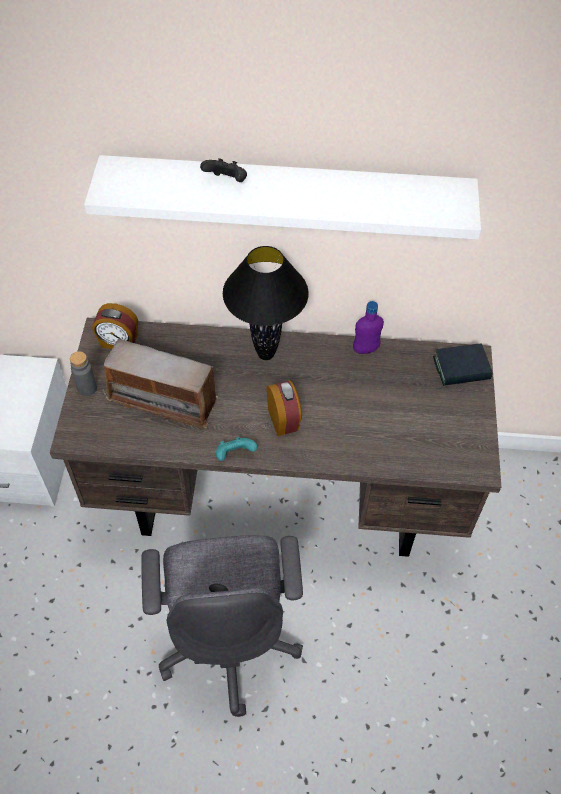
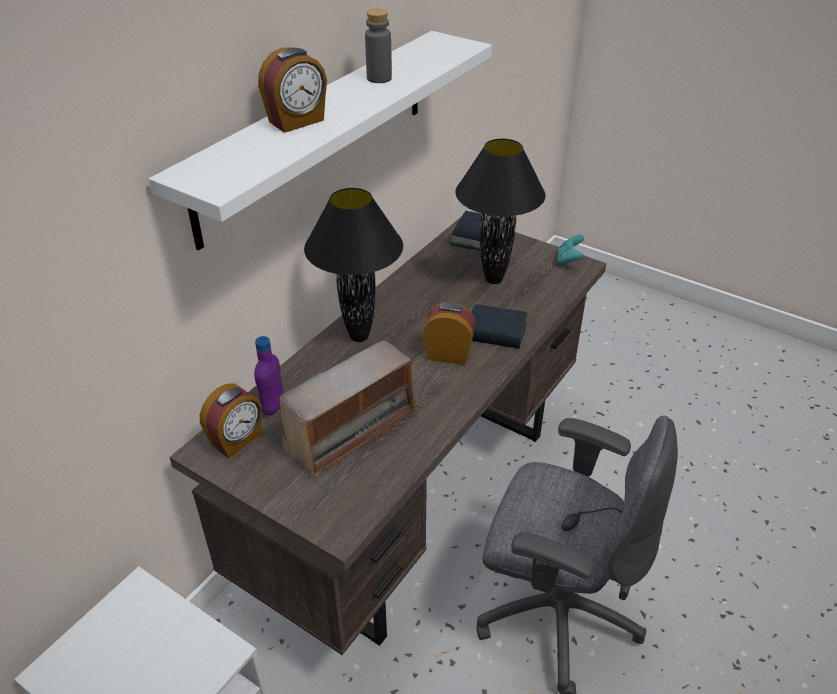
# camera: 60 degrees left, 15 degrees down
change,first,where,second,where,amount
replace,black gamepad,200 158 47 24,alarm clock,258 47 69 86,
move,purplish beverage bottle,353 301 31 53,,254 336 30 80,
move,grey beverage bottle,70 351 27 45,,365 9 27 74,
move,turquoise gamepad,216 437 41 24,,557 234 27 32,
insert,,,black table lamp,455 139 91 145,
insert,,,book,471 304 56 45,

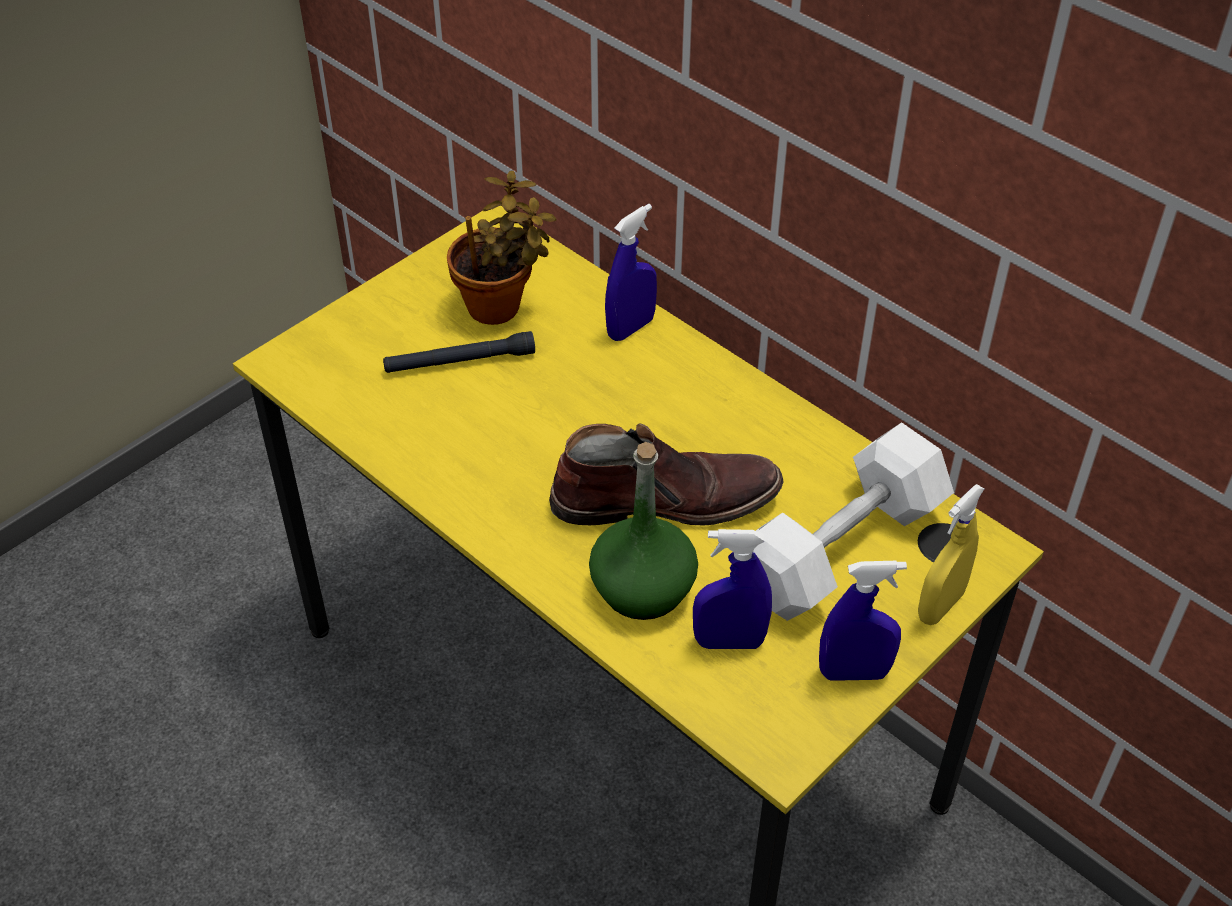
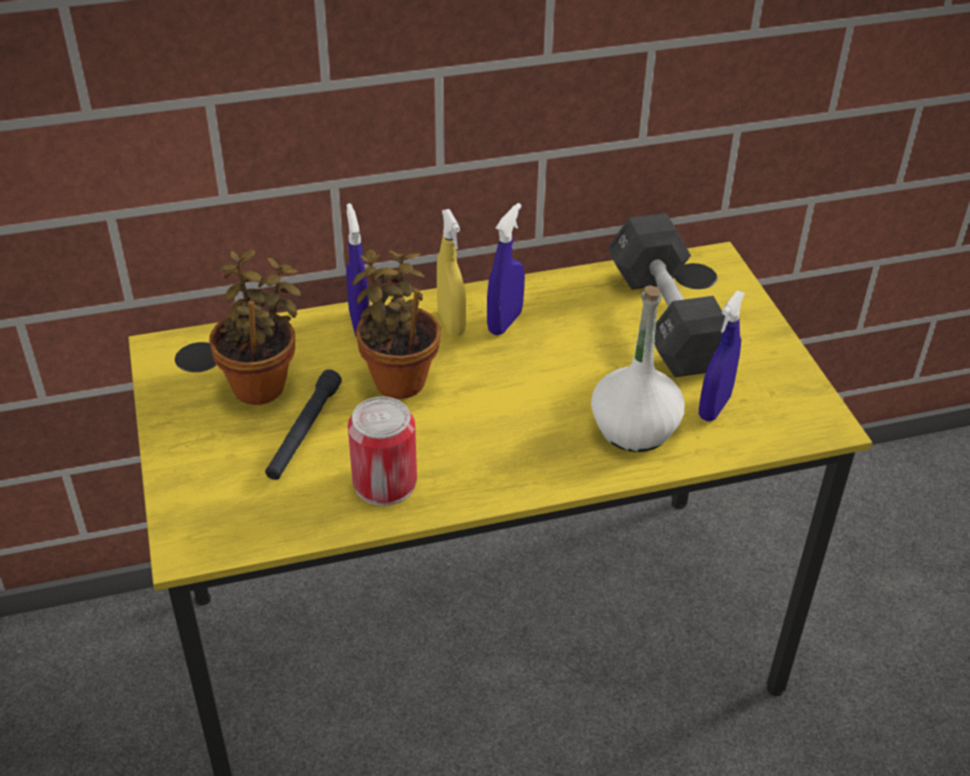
# camera: 60 degrees left, 5 degrees down
change,first,where,second,where,amount
recolor,white hand weight,753 422 201 199,black hand weight,608 213 117 164,
delete,brownish tall boot,549 424 234 101,,,
recolor,green beverage bottle,589 442 109 178,white beverage bottle,591 285 94 167,
move,yellow-coloured sprayer,918 484 66 141,,437 209 29 127,
move,blue-coloured sprayer,819 561 88 120,,487 203 38 132,
insert,,,plant in a pot,352 249 89 150,
insert,,,sealed can,348 397 69 109,

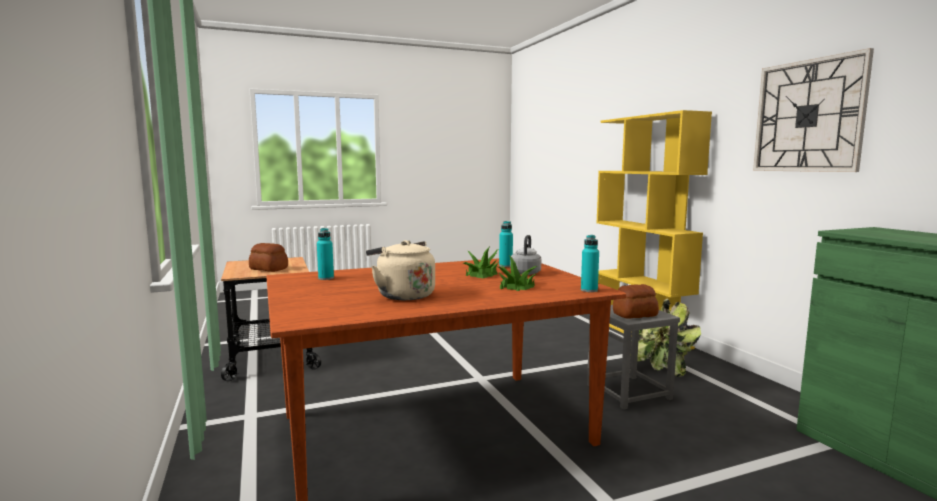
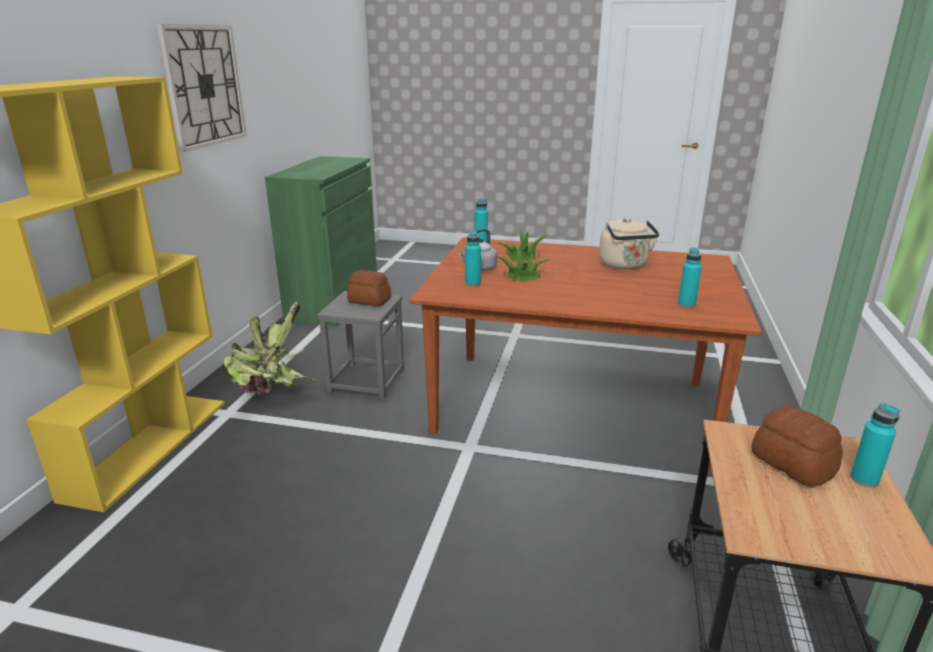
# camera: 145 degrees left, 15 degrees up
change,first,where,second,where,amount
insert,,,turquoise beverage bottle,850 403 50 84,

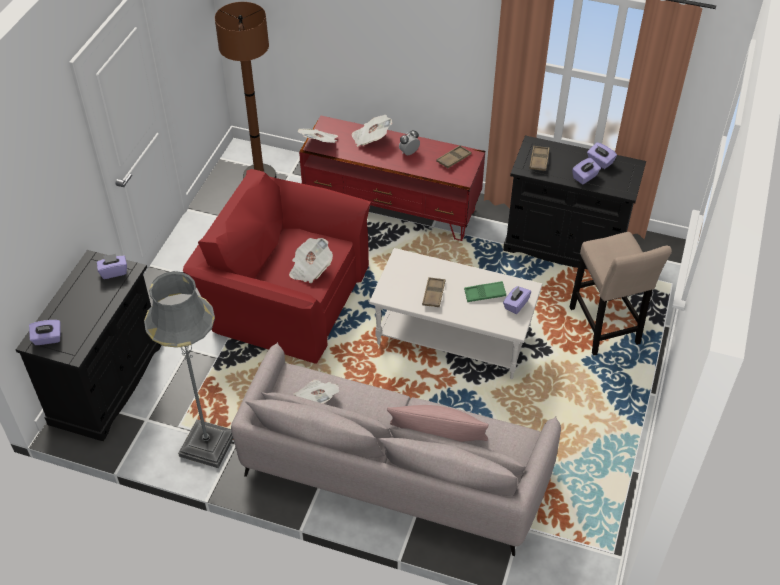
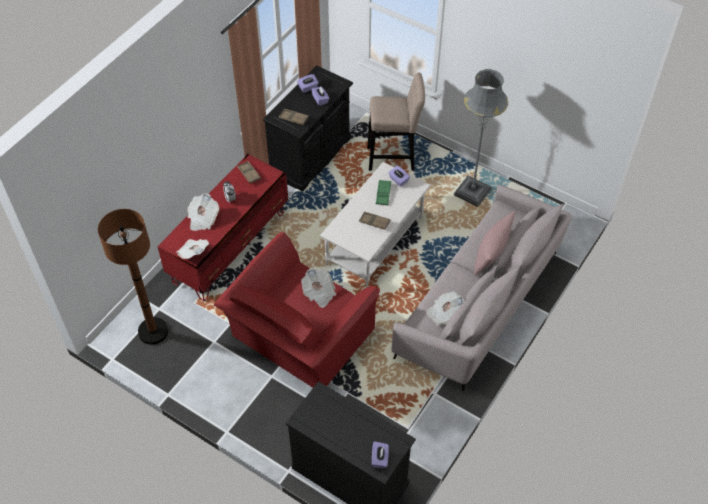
# camera: 75 degrees left, 5 degrees up
change,first,where,second,where,amount
delete,purplish tissue holder,97 254 30 25,,,
move,grey standard lamp,144 271 89 197,,454 69 54 138,

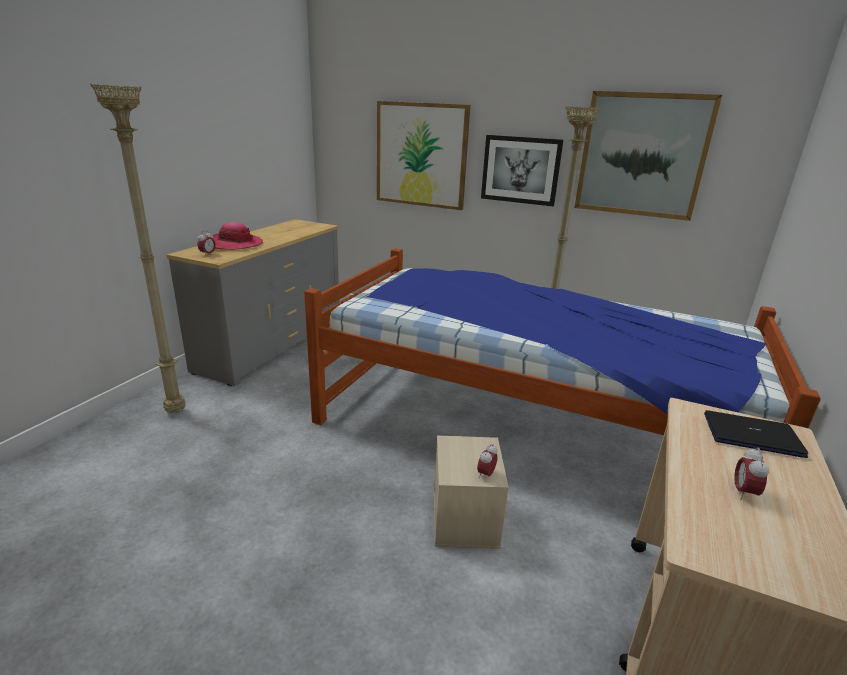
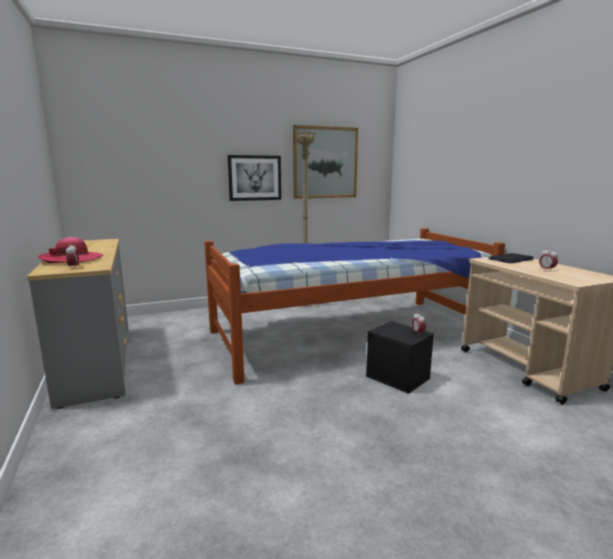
# camera: 45 degrees left, 10 degrees down
change,first,where,second,where,amount
delete,sand-coloured standard lamp,90 84 96 329,,,
delete,wall art,377 101 93 109,,,
recolor,sand-coloured storage bin,434 436 75 113,black storage bin,366 321 68 73,

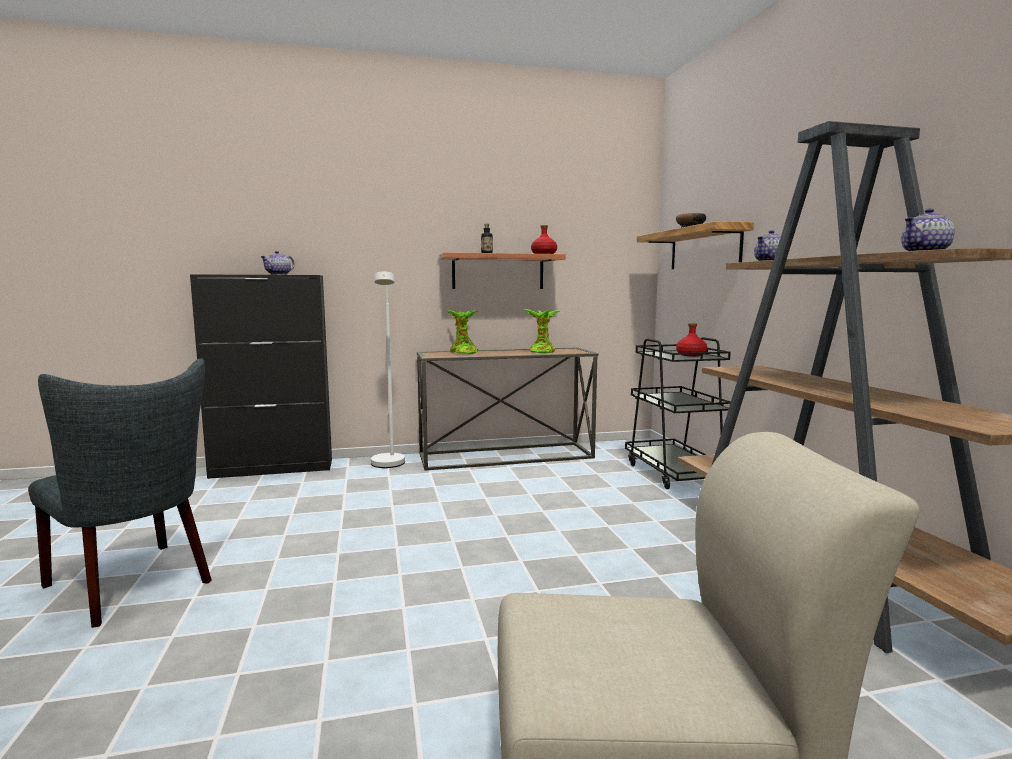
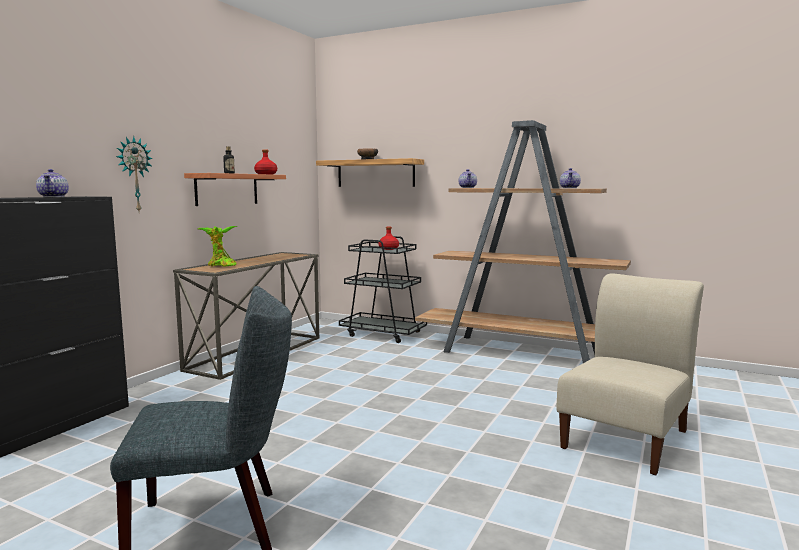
# camera: 50 degrees left, 0 degrees up
change,first,where,second,where,amount
delete,white standard lamp,371 272 34 196,,,
delete,plant in a pot,524 309 36 44,,,
insert,,,hanging clock,116 136 37 75,

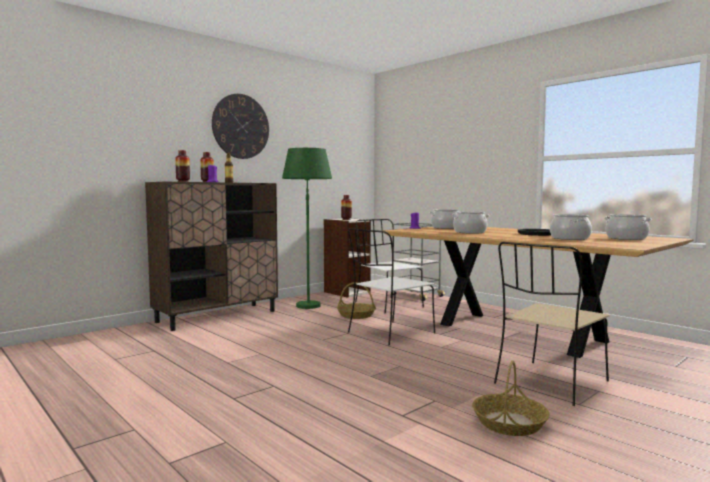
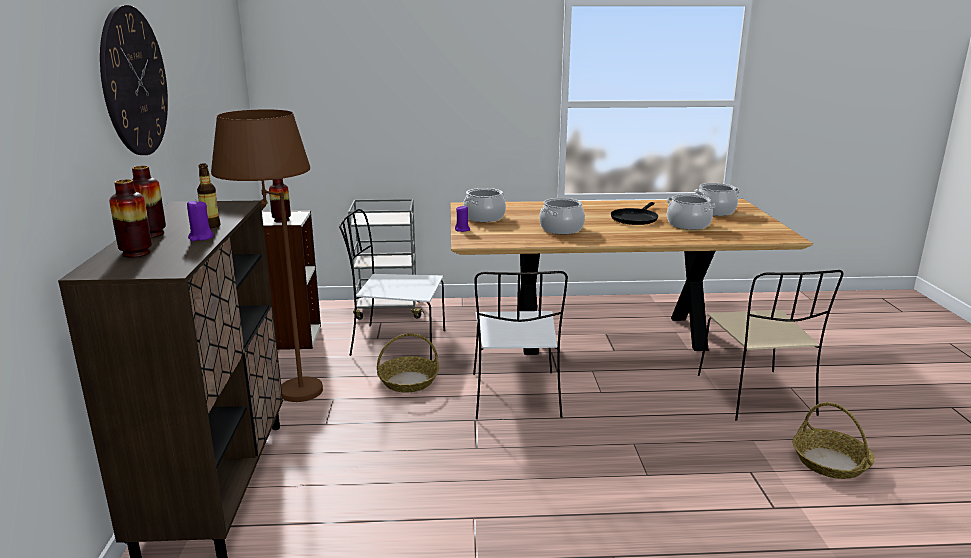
# camera: 50 degrees left, 15 degrees up
change,first,where,second,where,amount
recolor,green standard lamp,282 148 50 161,brownish standard lamp,211 109 112 293,

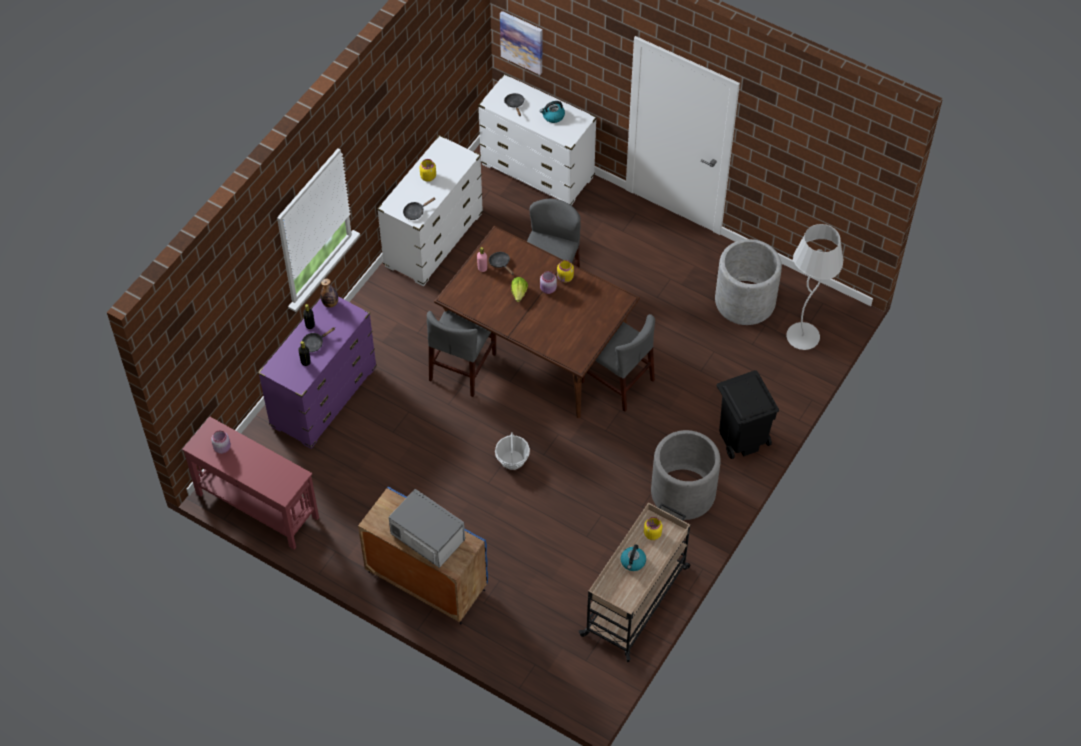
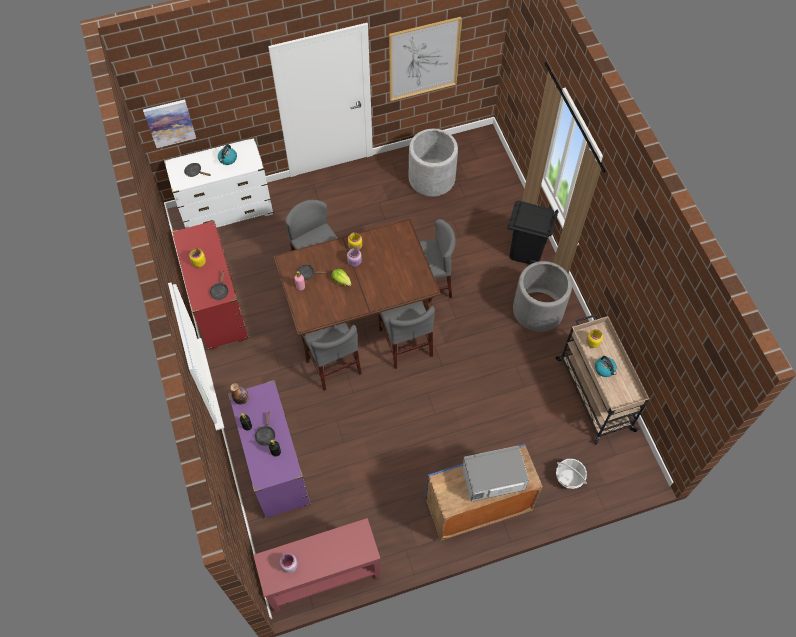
# camera: 50 degrees left, 5 degrees up
change,first,where,second,where,amount
recolor,white drawer chest,377 135 106 151,reddish drawer chest,172 220 77 130,
delete,white standard lamp,786 224 57 126,,,
move,household basket,495 432 35 38,,556 459 31 30,
insert,,,wall art,389 17 73 84,
insert,,,grey upright chair,378 301 57 68,

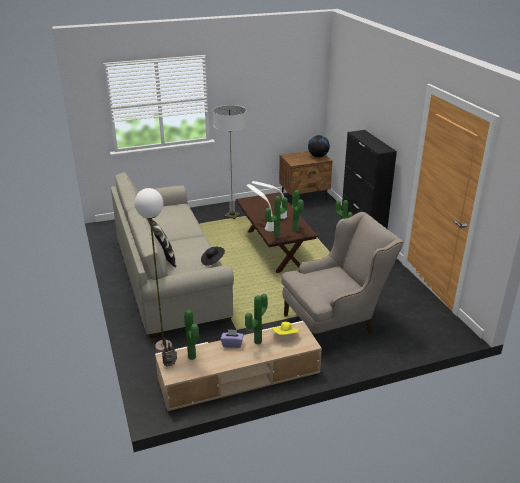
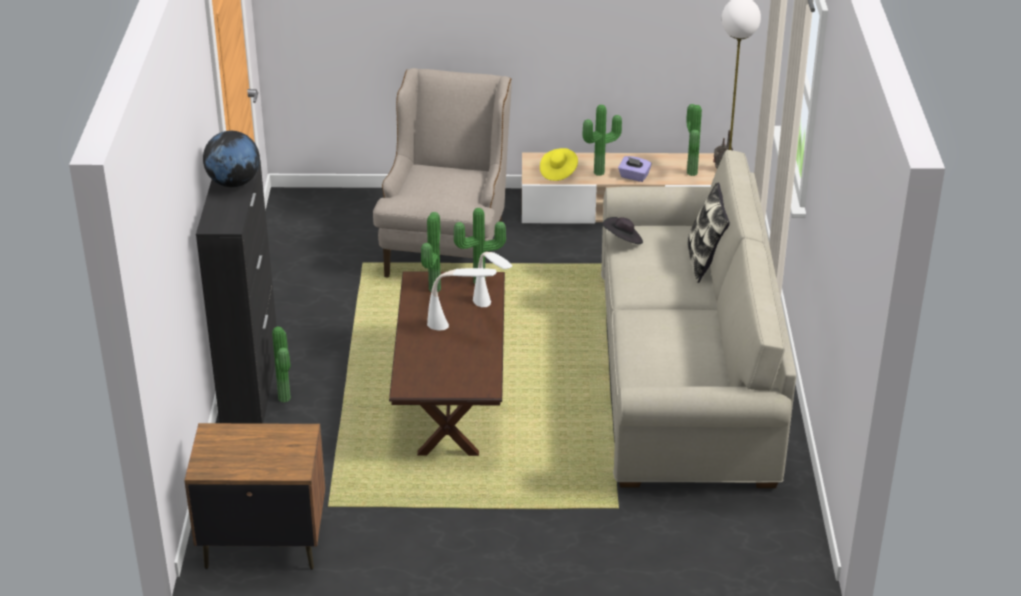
# camera: 160 degrees left, 5 degrees up
change,first,where,second,where,amount
delete,standard lamp,213 105 34 114,,,
move,desk globe,308 135 22 22,,203 131 57 56,
rotate,sand-coloured lounge chair,281 212 123 128,,373 68 139 210,105 degrees clockwise

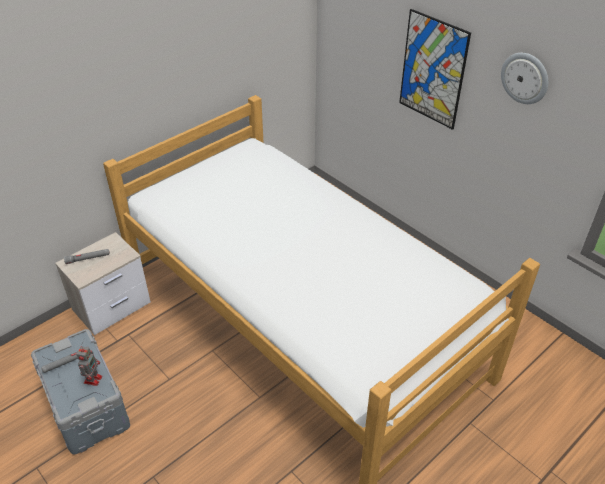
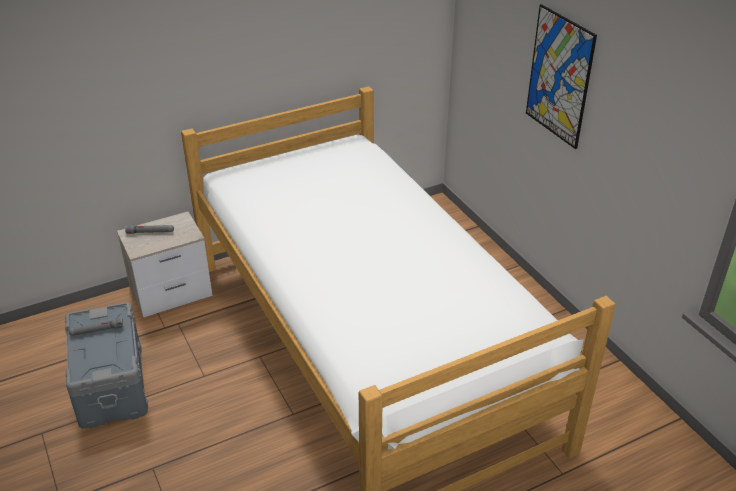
# camera: 15 degrees right, 5 degrees down
change,first,where,second,where,amount
delete,hanging clock,501 53 47 51,,,
delete,robot figure,76 346 26 40,,,

